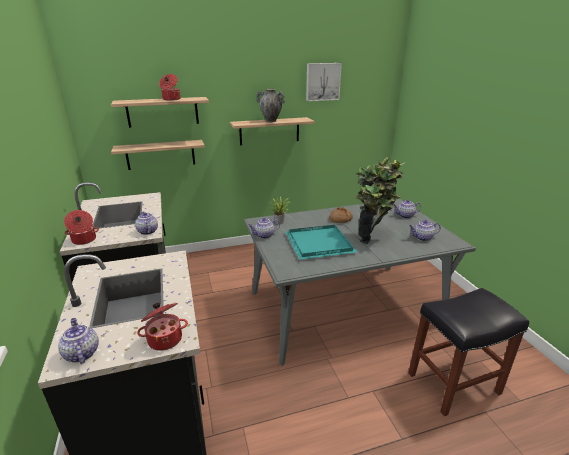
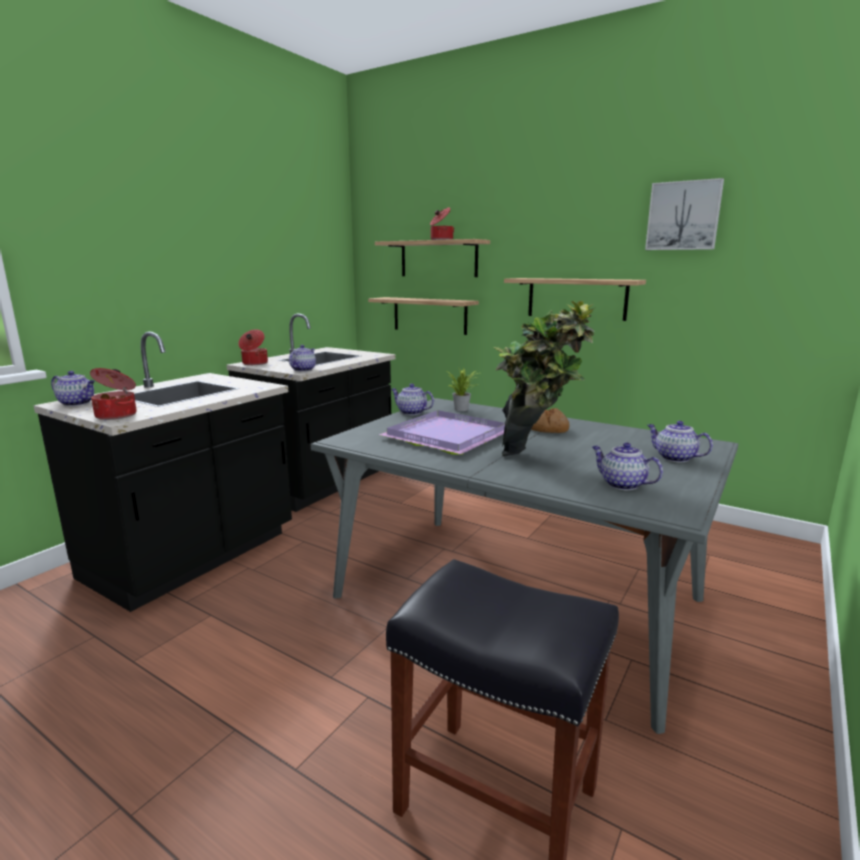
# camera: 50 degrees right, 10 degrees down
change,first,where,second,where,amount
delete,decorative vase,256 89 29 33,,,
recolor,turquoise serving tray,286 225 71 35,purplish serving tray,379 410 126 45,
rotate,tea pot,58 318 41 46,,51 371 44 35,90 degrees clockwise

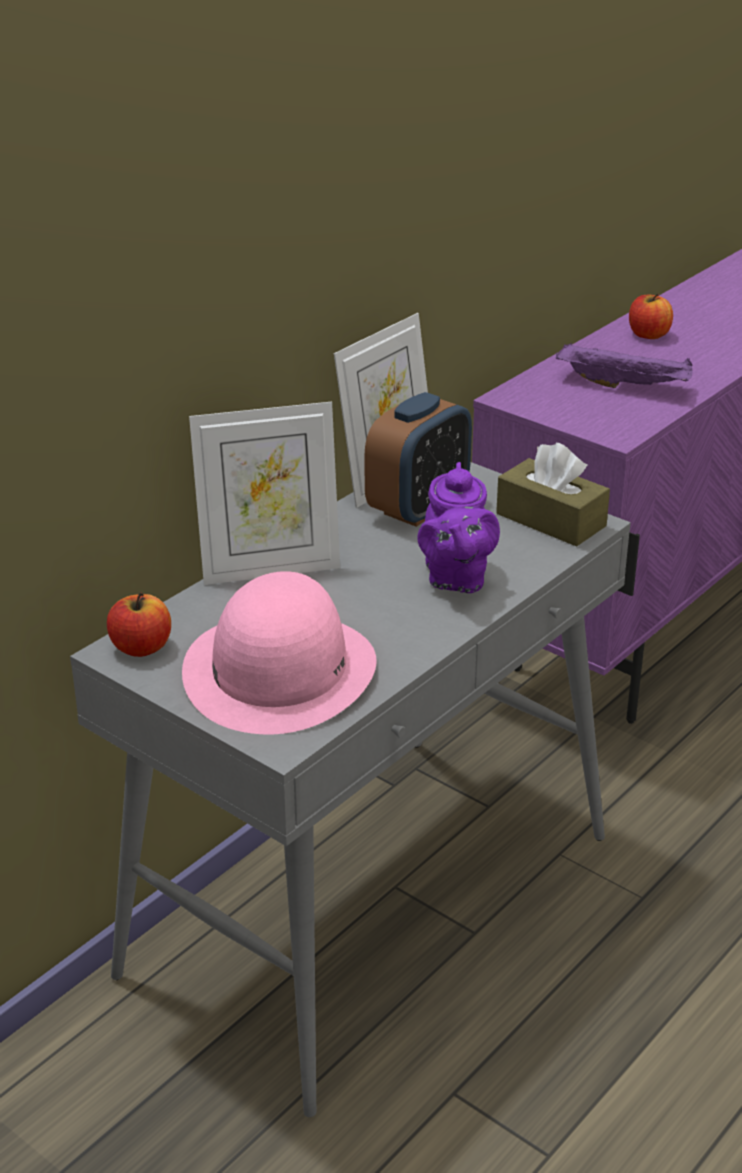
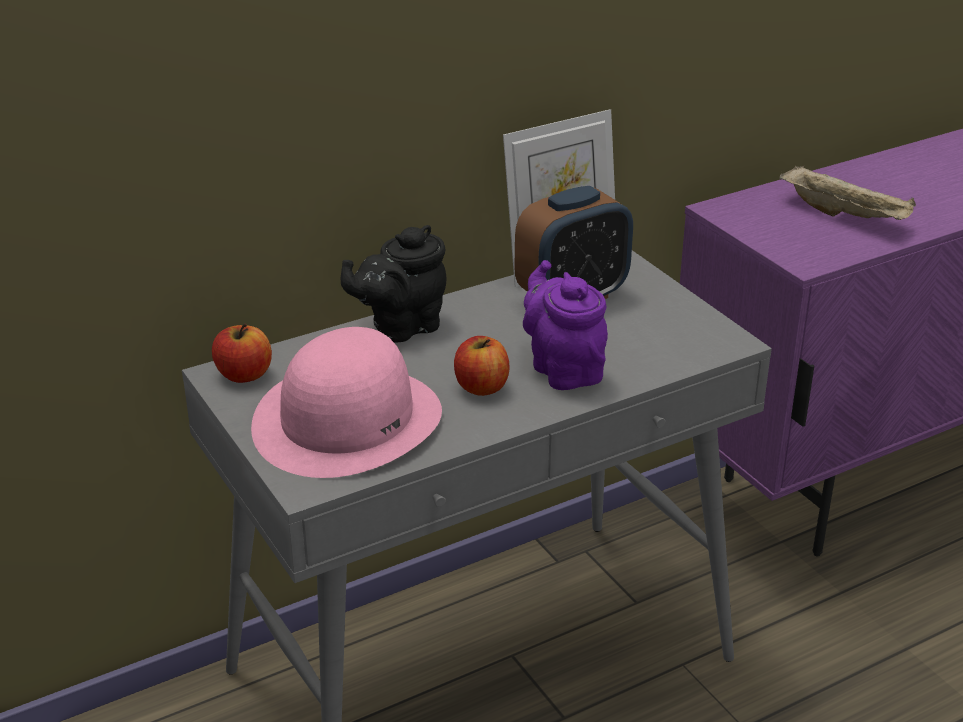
# camera: 20 degrees right, 0 degrees up
change,first,where,second,where,amount
move,apple fruit,629 293 44 46,,454 336 55 60,
recolor,purplish serving tray,556 343 137 45,sand-coloured serving tray,779 165 137 55,
replace,picture frame,189 402 151 183,black tea pot,341 225 105 117,
delete,brownish tissue holder,496 443 114 104,,,
rotate,purplish tea pot,417 462 83 131,,523 260 85 130,135 degrees clockwise

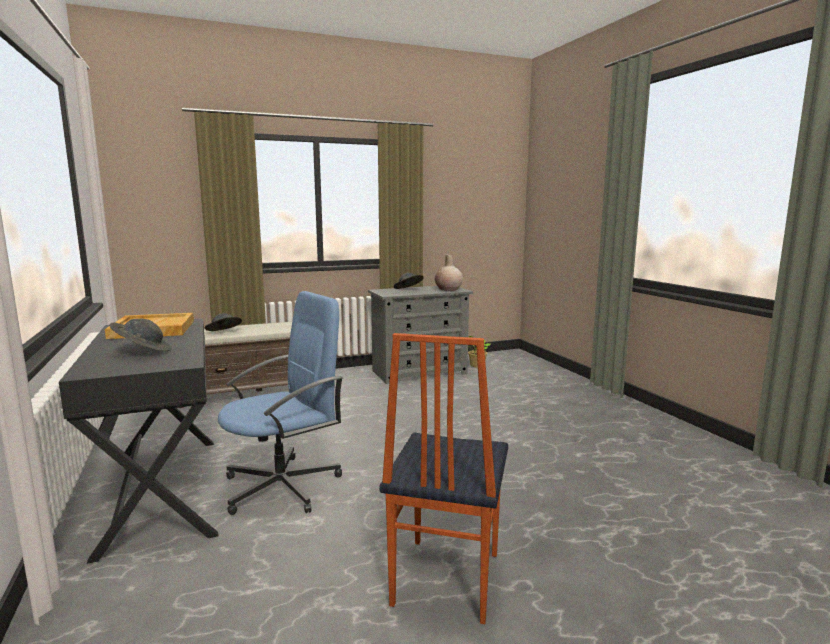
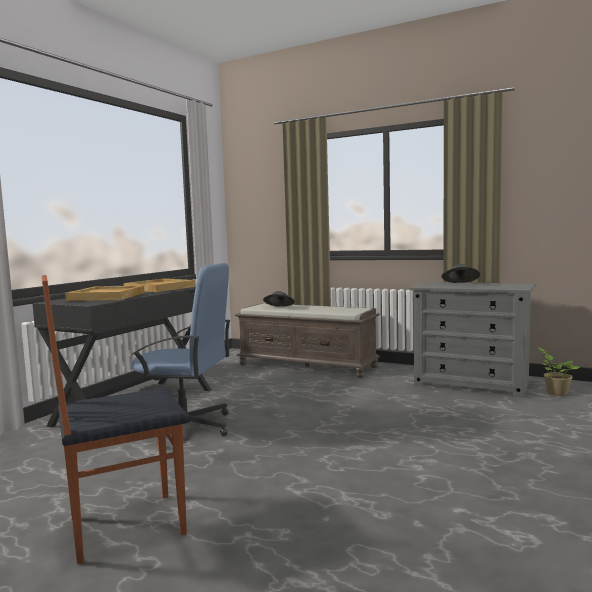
# camera: 50 degrees right, 5 degrees down
change,first,where,second,where,amount
delete,sand-coloured decorative vase,435 254 28 37,,,
replace,grey clothing hat,110 318 61 33,sand-coloured serving tray,65 286 80 15,

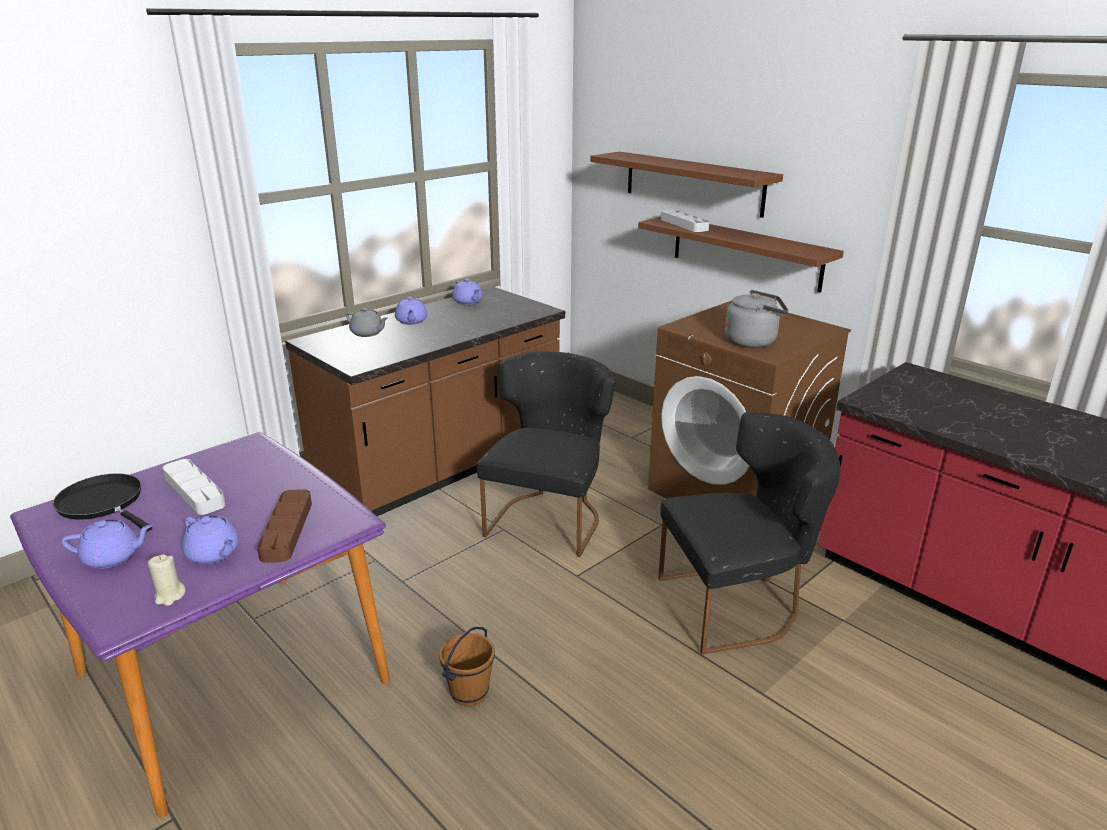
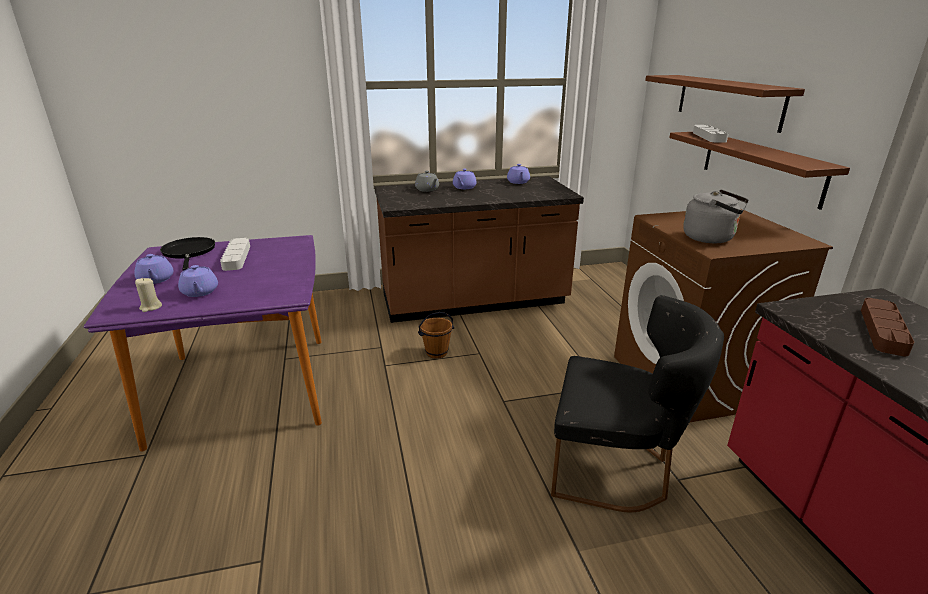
# camera: 30 degrees right, 0 degrees up
change,first,where,second,where,amount
delete,black upright chair,477 351 139 206,,,
move,brownish serving tray,257 489 55 74,,861 298 53 58,
rotate,purplish tea pot,62 519 90 49,,134 254 40 30,45 degrees clockwise
move,brownish bucket,439 627 56 80,,418 312 36 47,

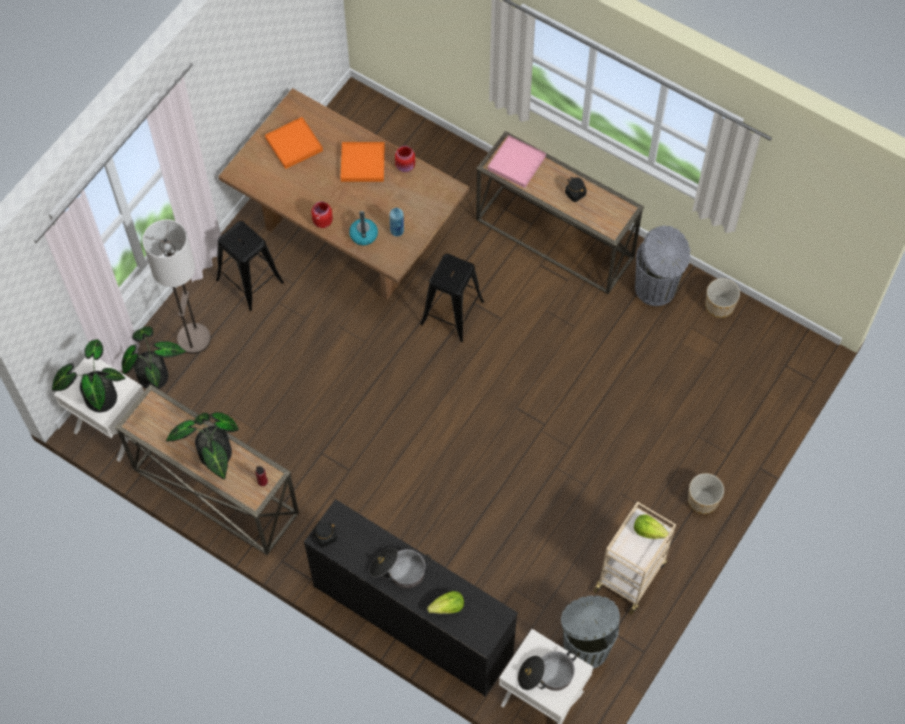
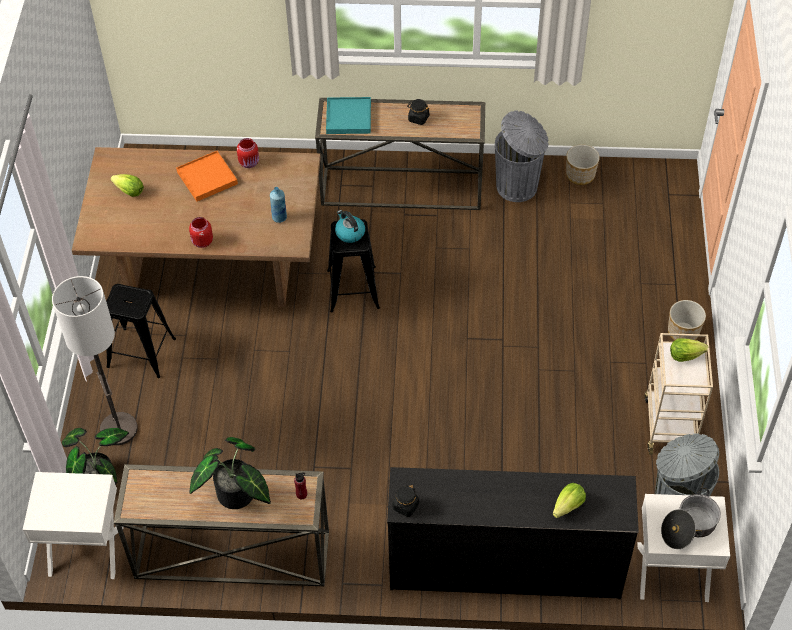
# camera: 30 degrees left, 10 degrees down
change,first,where,second,where,amount
replace,orange-coloured serving tray,265 117 58 52,lettuce,111 174 33 23,
recolor,pink serving tray,488 136 58 52,turquoise serving tray,326 97 45 37,
move,water kettle,349 211 29 34,,335 210 30 33,
delete,plant in a pot,52 339 74 73,,,
delete,cooking pot,370 548 62 40,,,

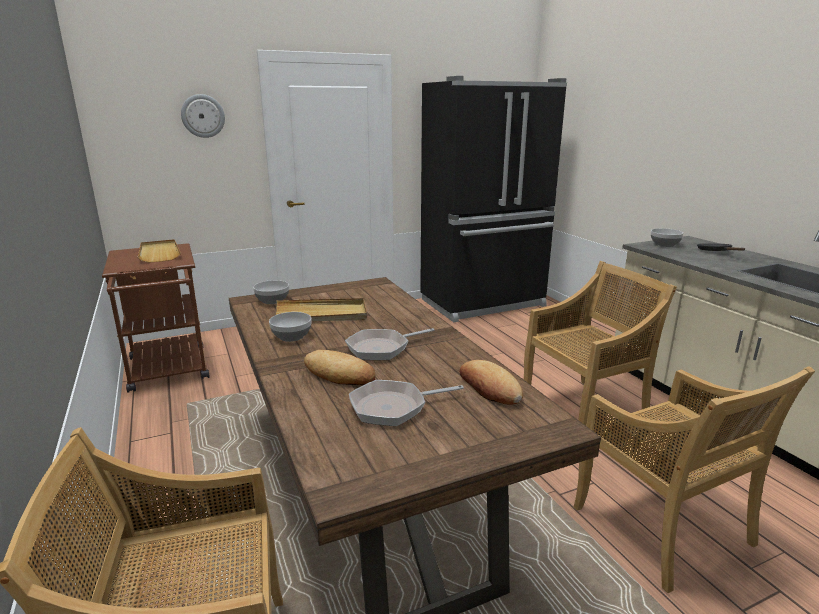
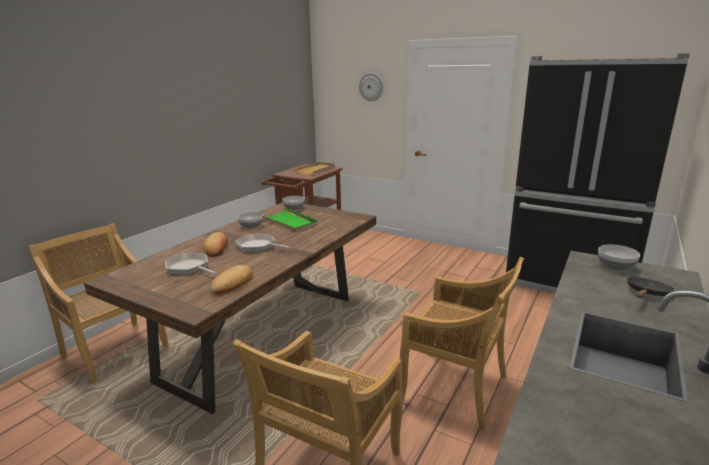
# camera: 55 degrees right, 0 degrees up
change,first,where,second,where,amount
recolor,sand-coloured serving tray,276 298 91 23,green serving tray,263 207 55 25,

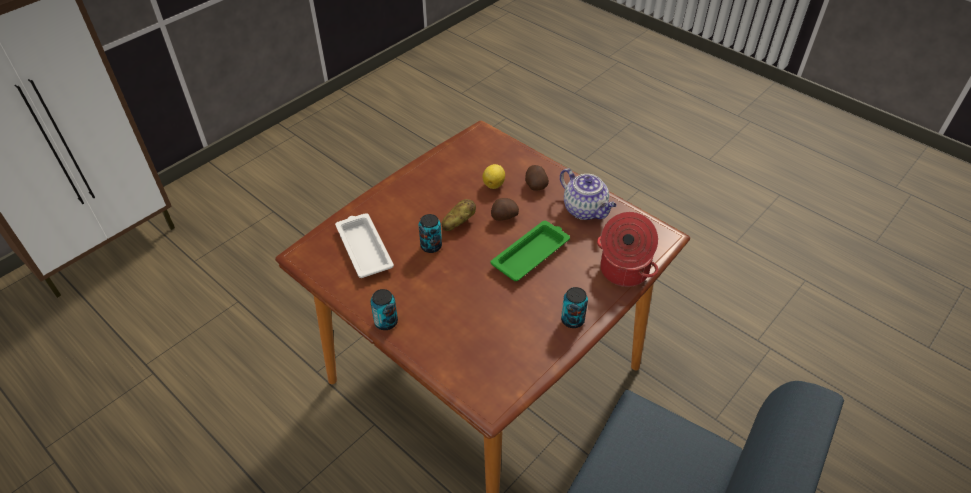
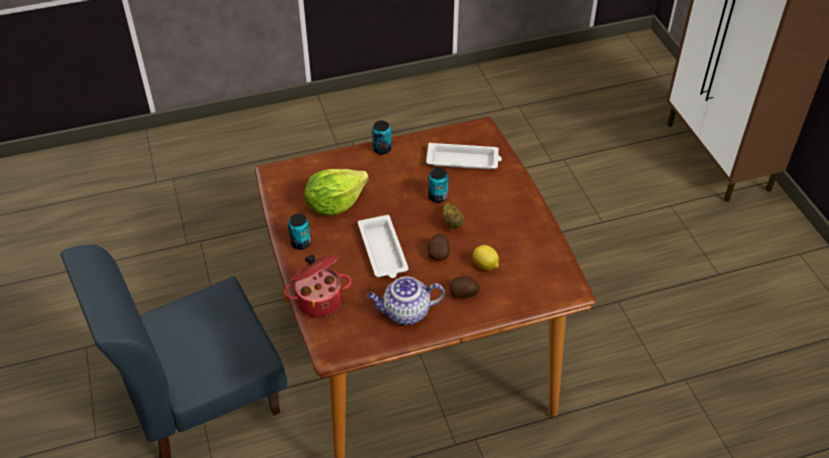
# camera: 120 degrees right, 0 degrees up
change,first,where,second,where,amount
recolor,green serving tray,490 221 80 60,white serving tray,358 215 50 63,
insert,,,lettuce,305 169 64 47,

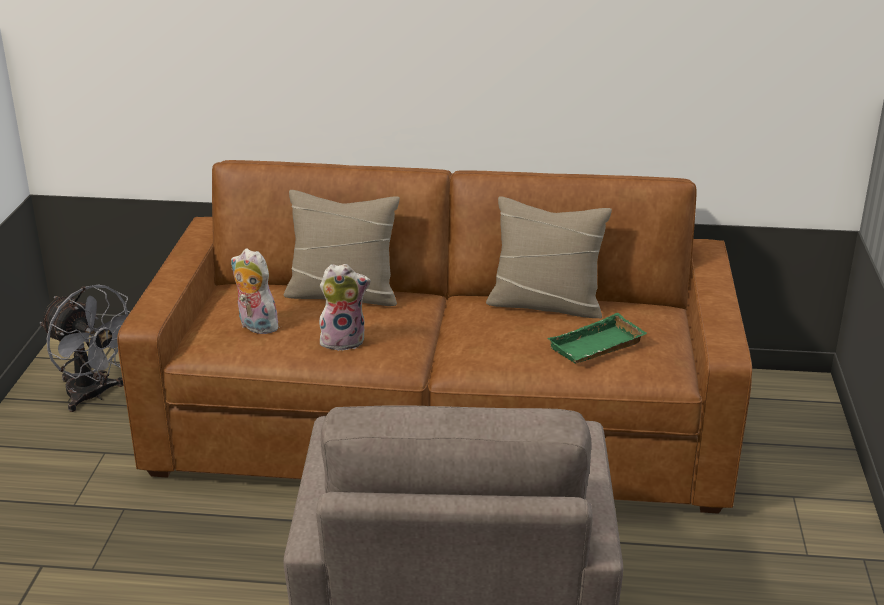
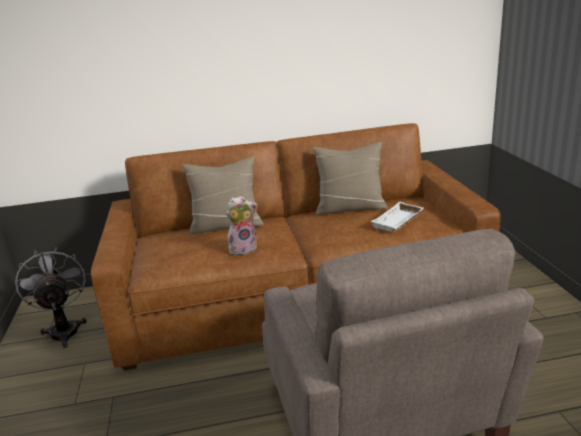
# camera: 15 degrees left, 5 degrees down
change,first,where,second,where,amount
delete,plush toy,231 248 49 86,,,
rotate,grey cooling fan,40 284 90 128,,15 247 72 101,135 degrees counterclockwise
recolor,green serving tray,547 313 100 51,white serving tray,371 201 53 31,

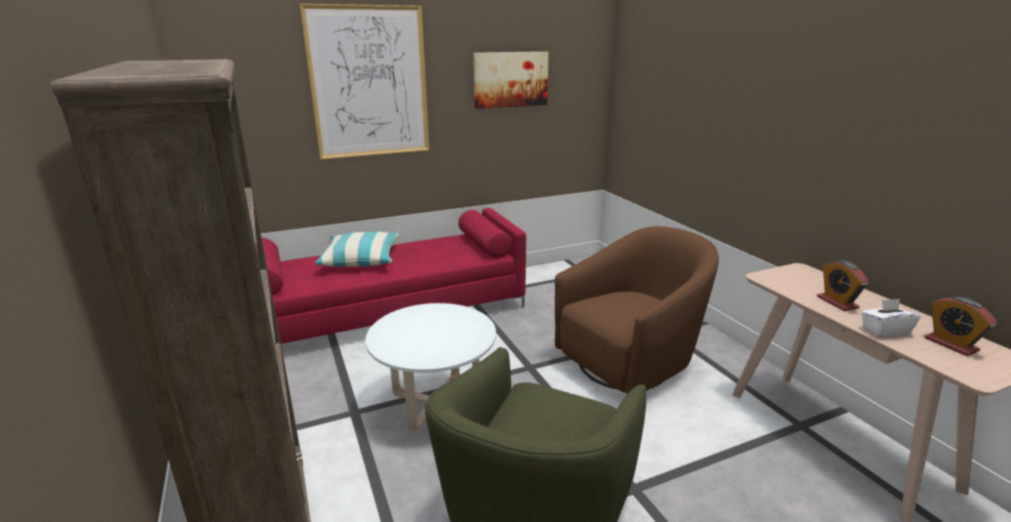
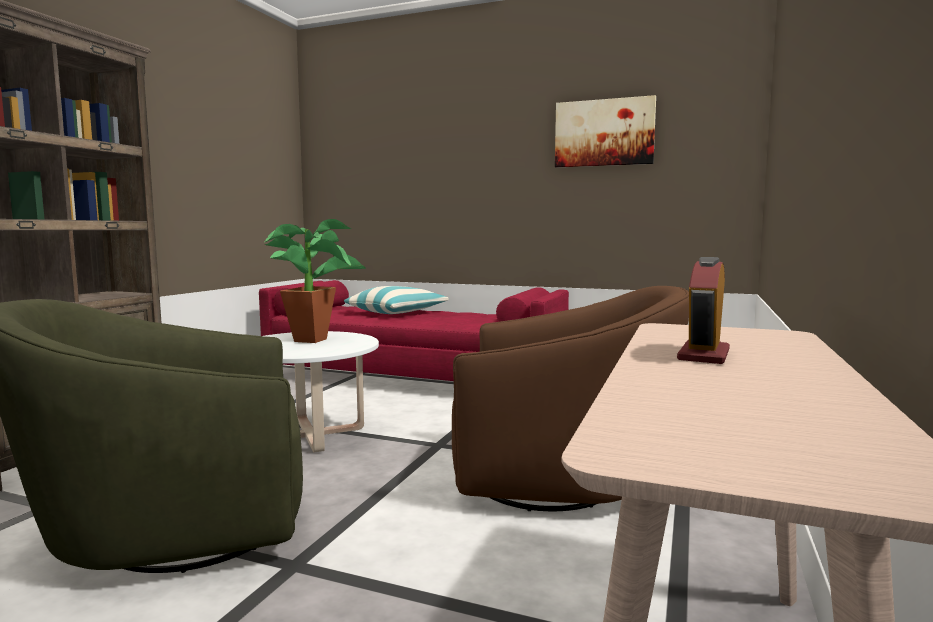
# camera: 45 degrees right, 15 degrees down
change,first,where,second,where,amount
delete,wall art,300 4 129 156,,,
delete,alarm clock,925 296 72 60,,,
delete,white tissue holder,861 299 60 38,,,
insert,,,plant in a pot,265 219 101 124,

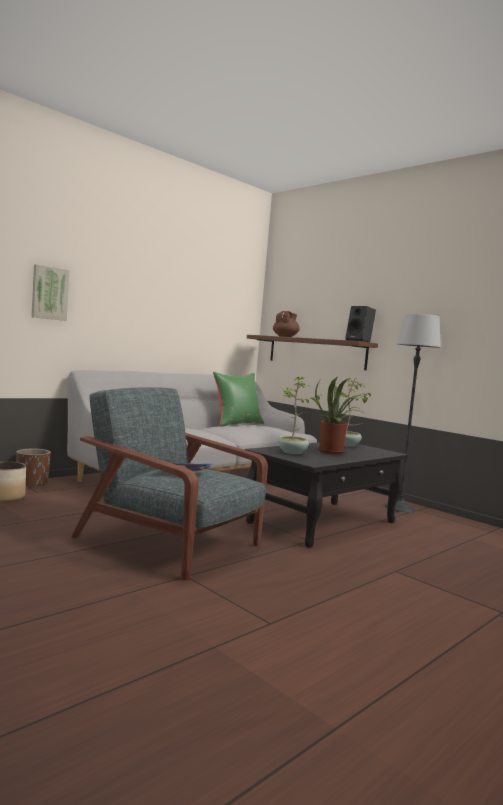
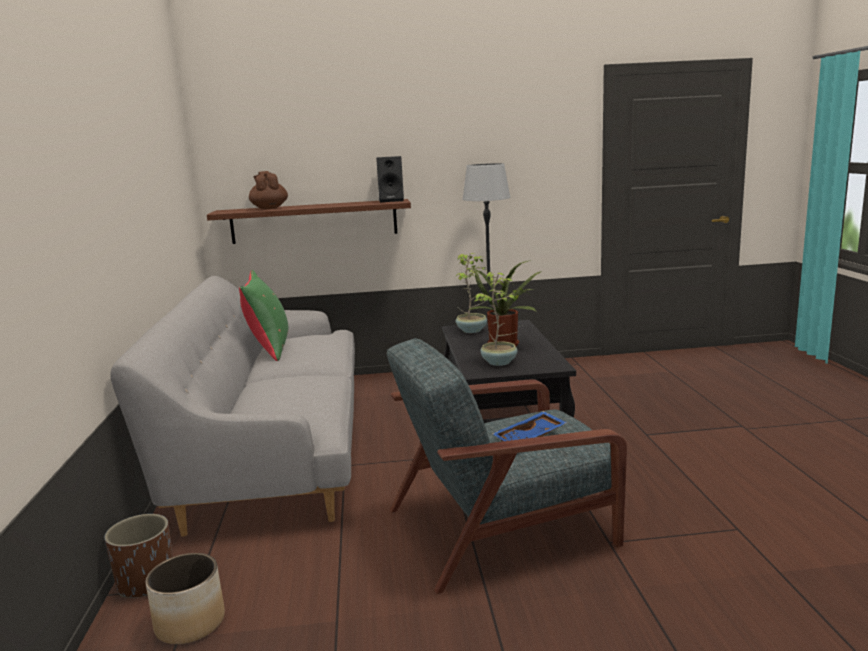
# camera: 50 degrees left, 10 degrees up
change,first,where,second,where,amount
delete,wall art,31 264 39 57,,,

